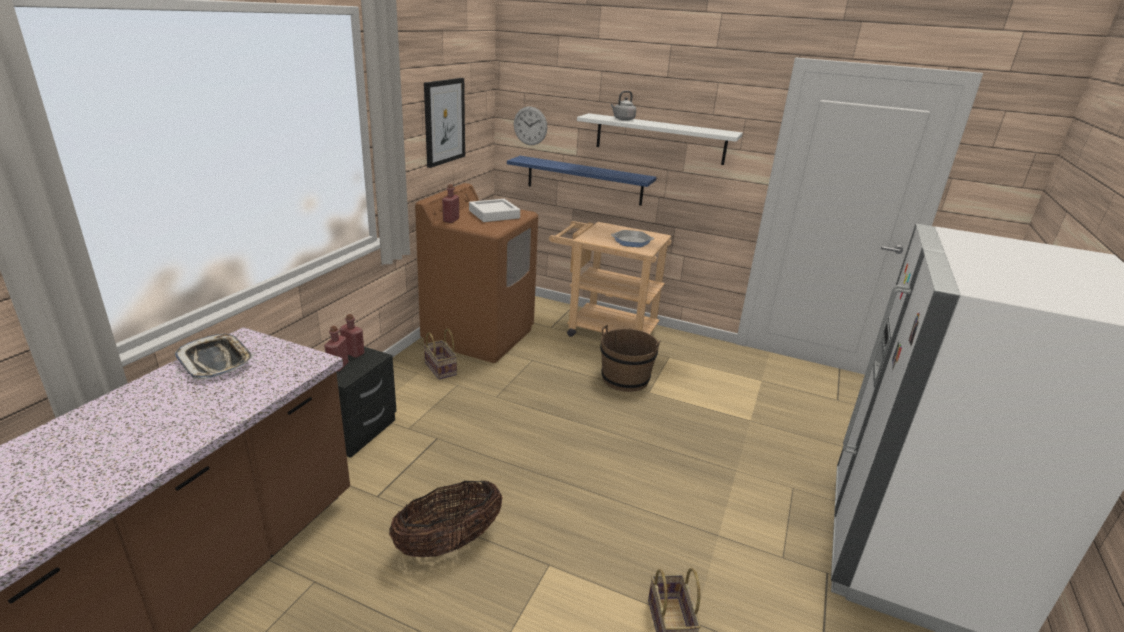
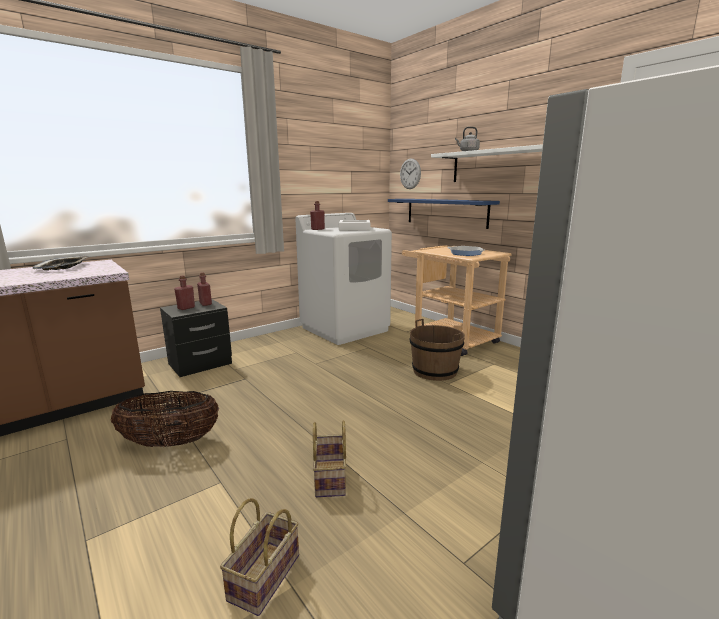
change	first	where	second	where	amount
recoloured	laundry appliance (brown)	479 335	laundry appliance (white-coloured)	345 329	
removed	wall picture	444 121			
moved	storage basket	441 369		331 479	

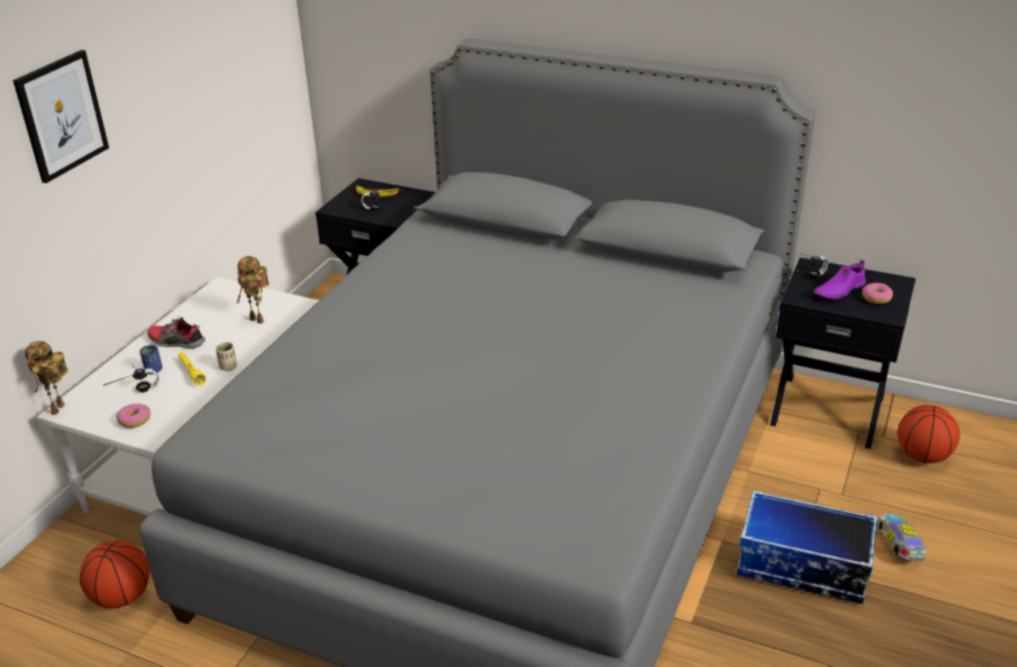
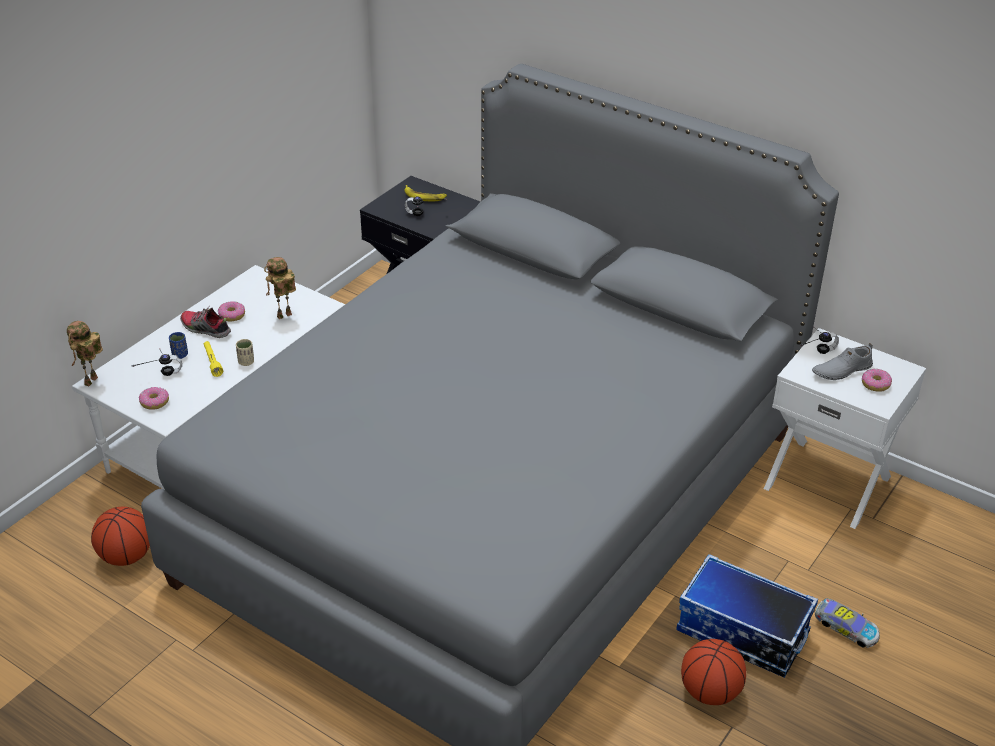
change	first	where	second	where	amount
removed	wall picture	61 115			
turned	model robot	259 320		284 317	105 degrees clockwise
recoloured	nightstand (black-coloured)	828 409	nightstand (white-coloured)	828 481	
recoloured	item of footwear (purple)	838 290	item of footwear (greyish)	841 370	
turned	toy car	900 546		844 629	120 degrees clockwise
moved	basketball	922 456		710 692	
added			donut	232 315	

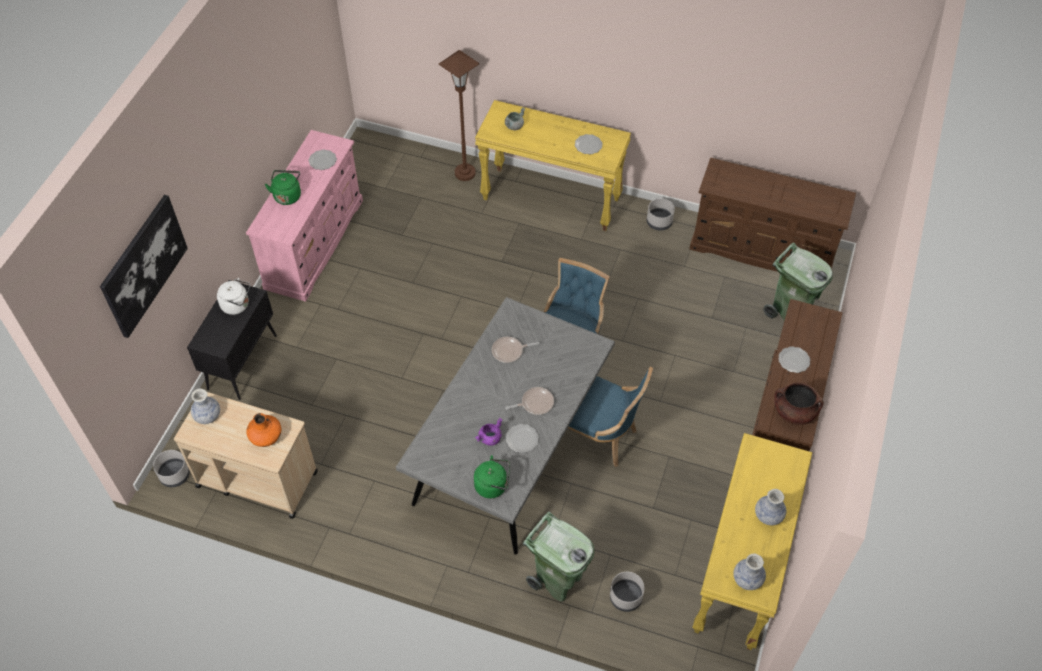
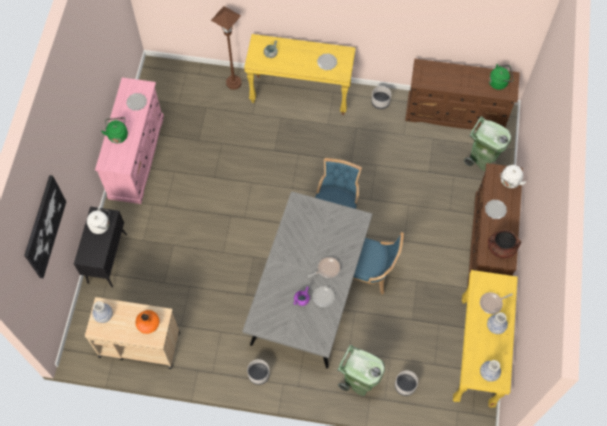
change	first	where	second	where	amount
moved	planter (greyish)	175 475		258 374	
moved	kettle (green-coloured)	493 486		499 82	
moved	pan	509 351		492 303	
added			kettle (white-coloured)	509 182	

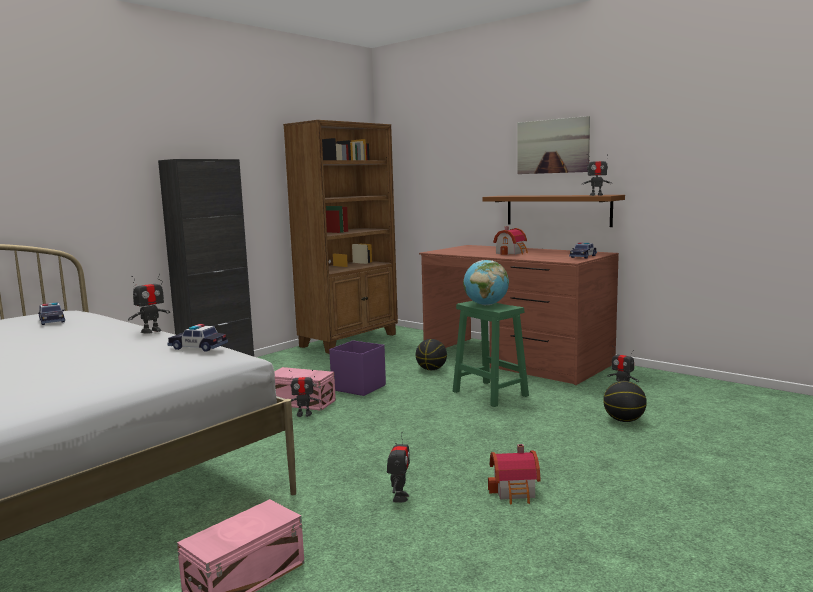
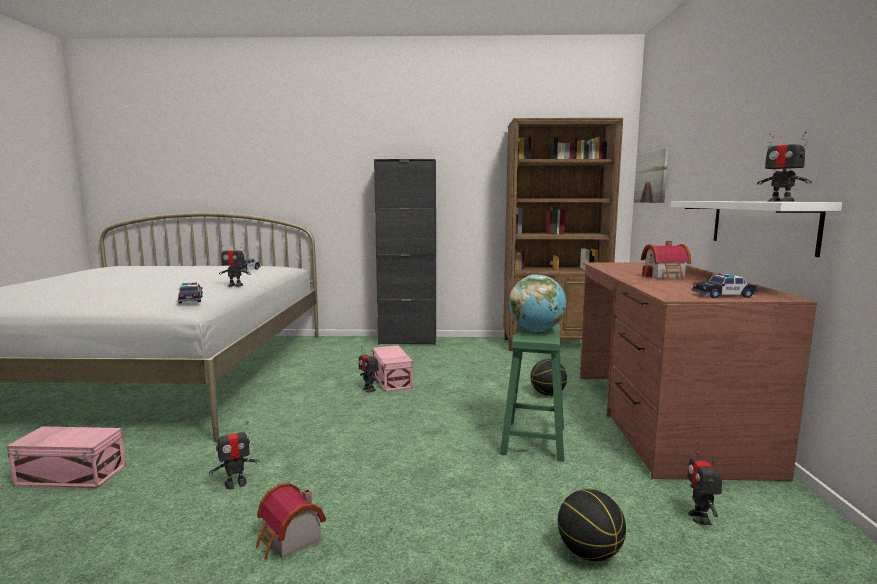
change	first	where	second	where	amount
removed	storage bin (purple)	358 387			
recoloured	wall shelf (brown)	557 210	wall shelf (white-coloured)	761 224	
moved	wall picture	552 146		651 177	

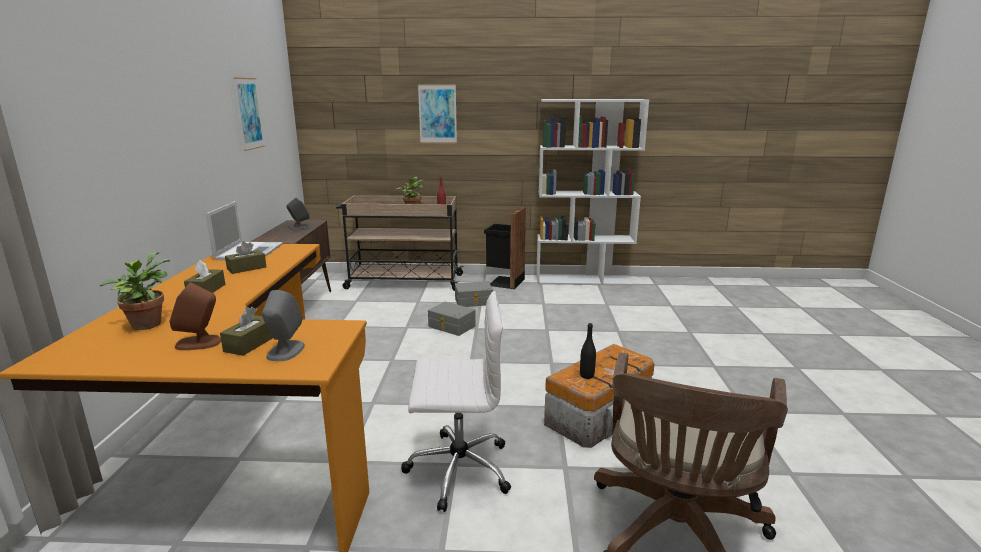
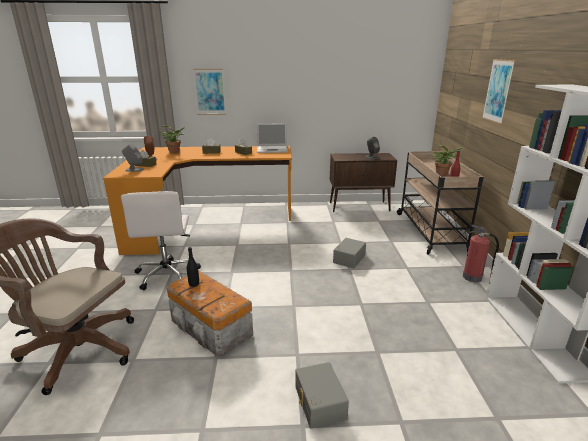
change	first	where	second	where	amount
moved	wall picture	249 113		210 92	
moved	storage bin (greyish)	474 302		318 402	
replaced	trash can (black-coloured)	504 282	fire-fighting cylinder	473 277	

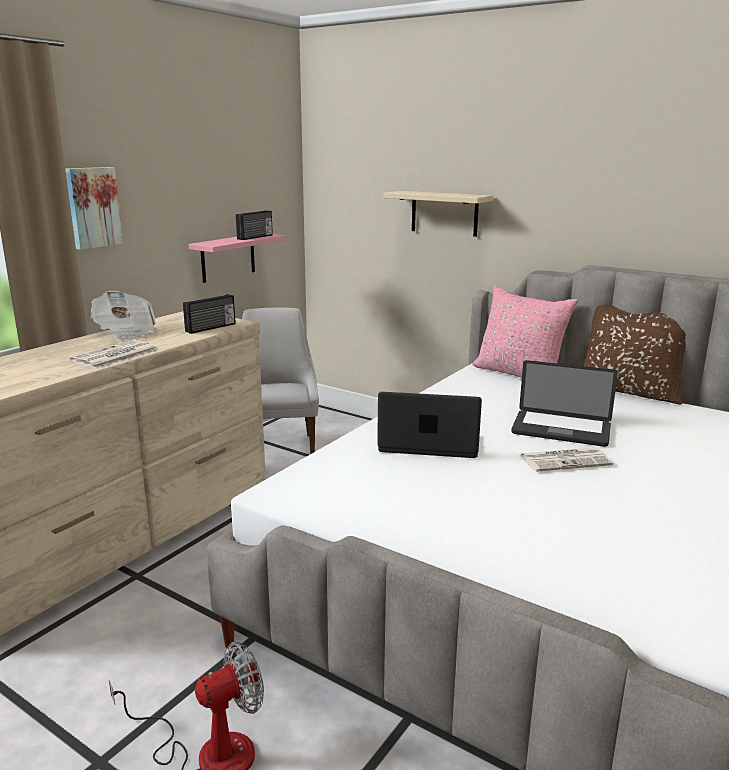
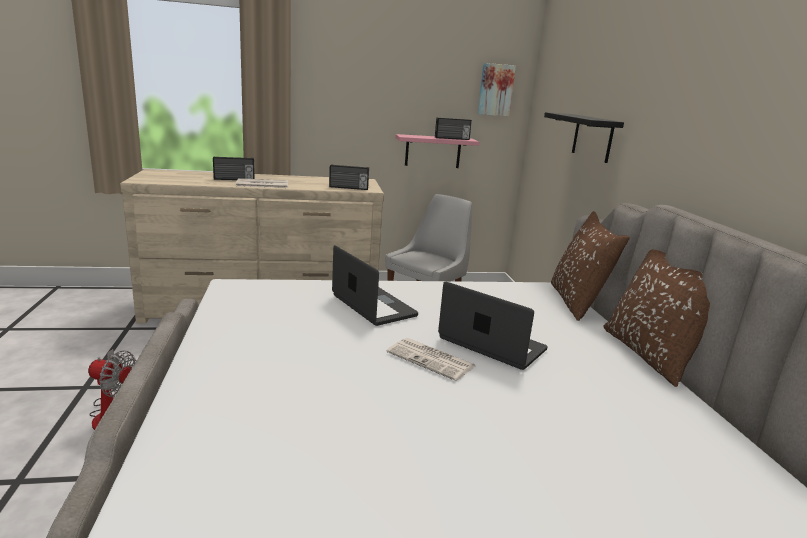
change	first	where	second	where	amount
moved	wall picture	93 207		495 90	
removed	newspaper	125 332			
recoloured	wall shelf (beige)	444 213	wall shelf (black-coloured)	592 137	
recoloured	pillow (pinkish)	519 374	pillow (brown)	577 302	
turned	laptop	561 430		491 344	150 degrees clockwise
added			radio receiver	234 179	

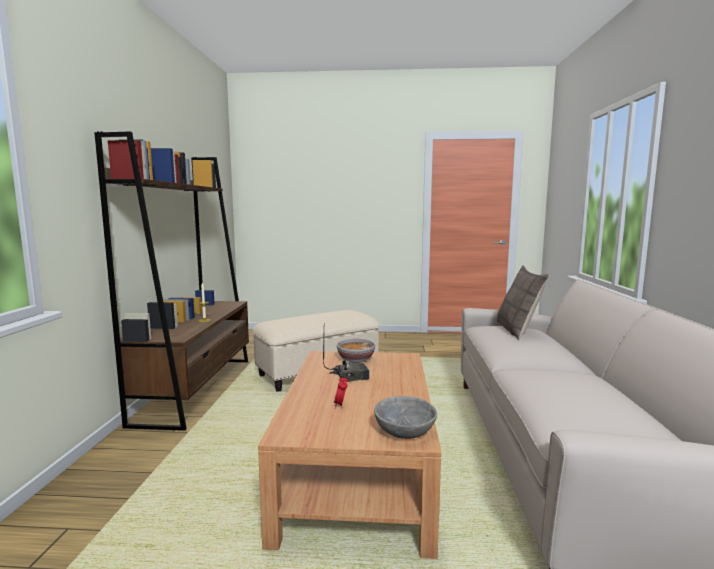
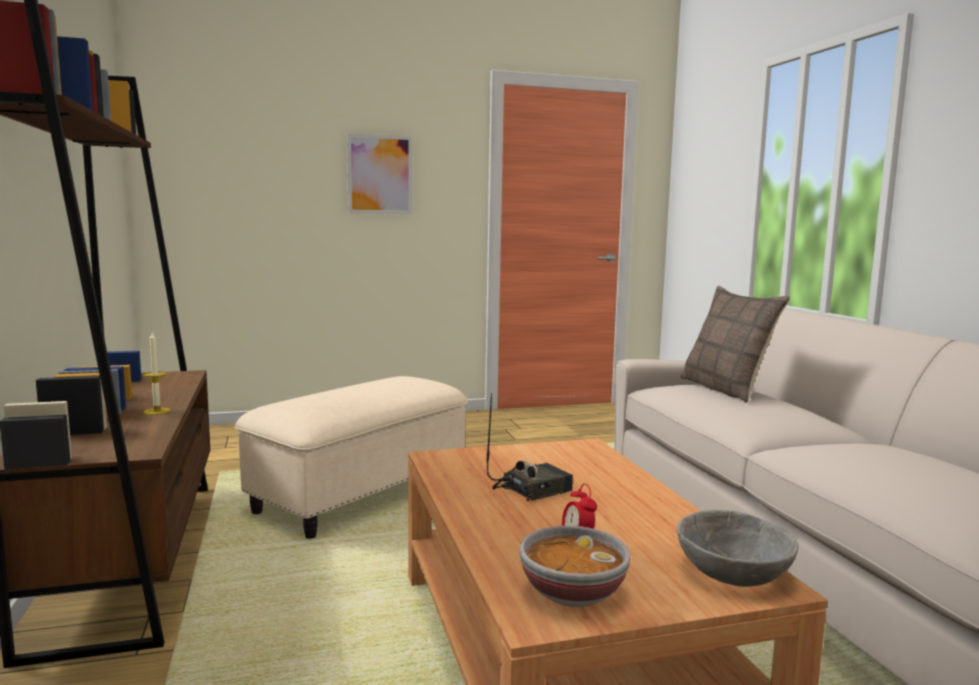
change	first	where	second	where	amount
moved	bowl	355 360		571 593	
added			wall picture	380 174	

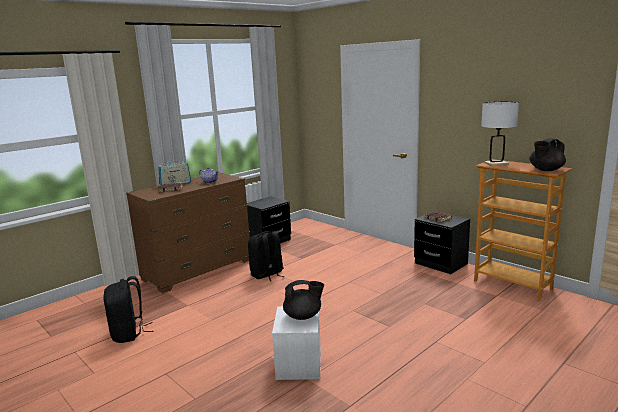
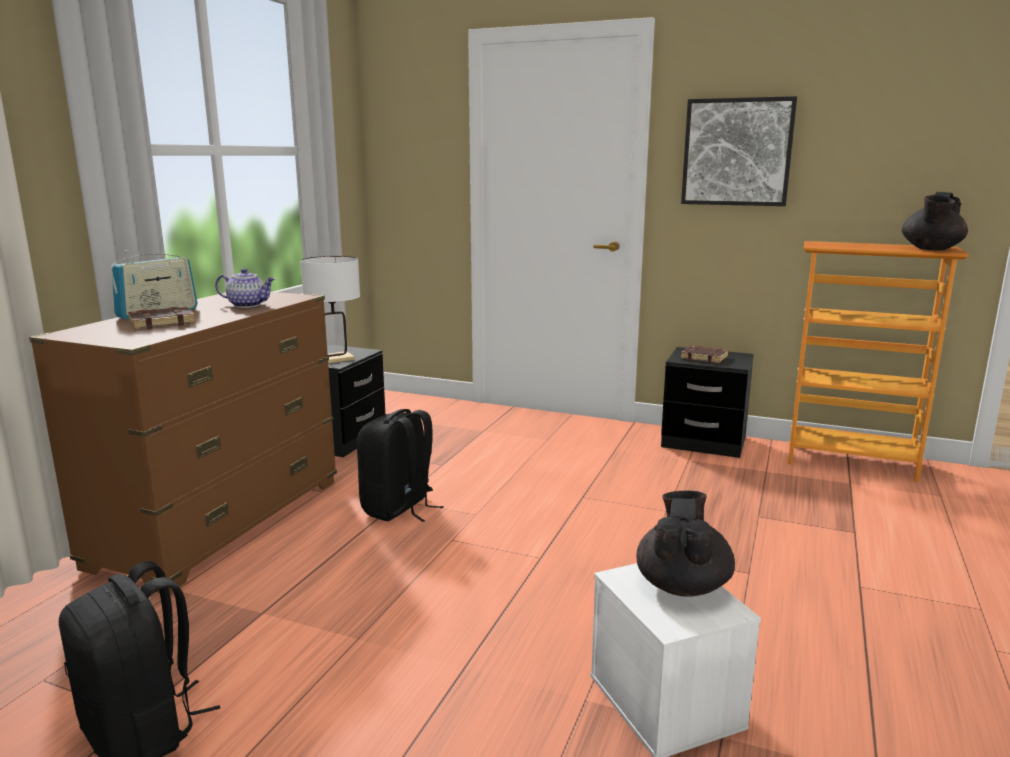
change	first	where	second	where	amount
turned	tea pot (black-coloured)	303 316		682 585	45 degrees counterclockwise
moved	lamp for a table (white-coloured)	496 164		335 359	
added			wall picture	737 152	

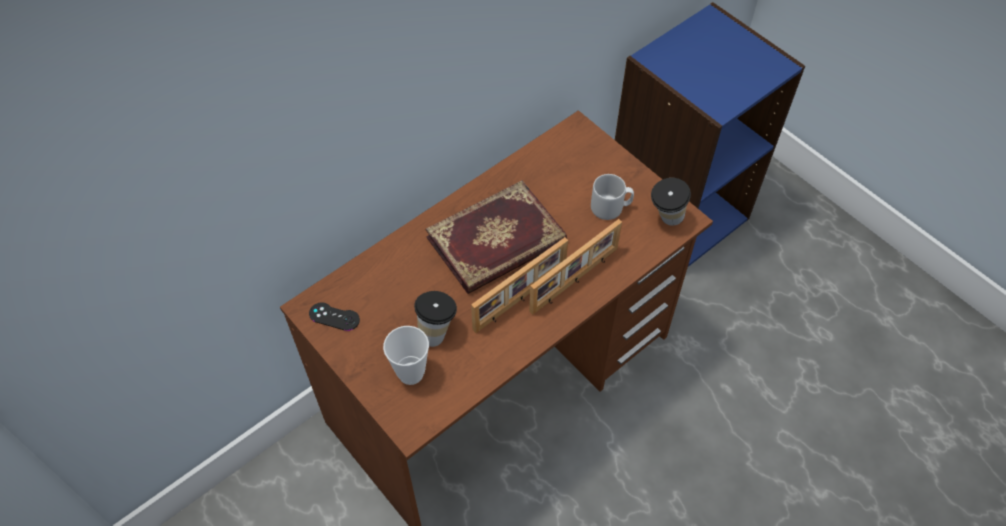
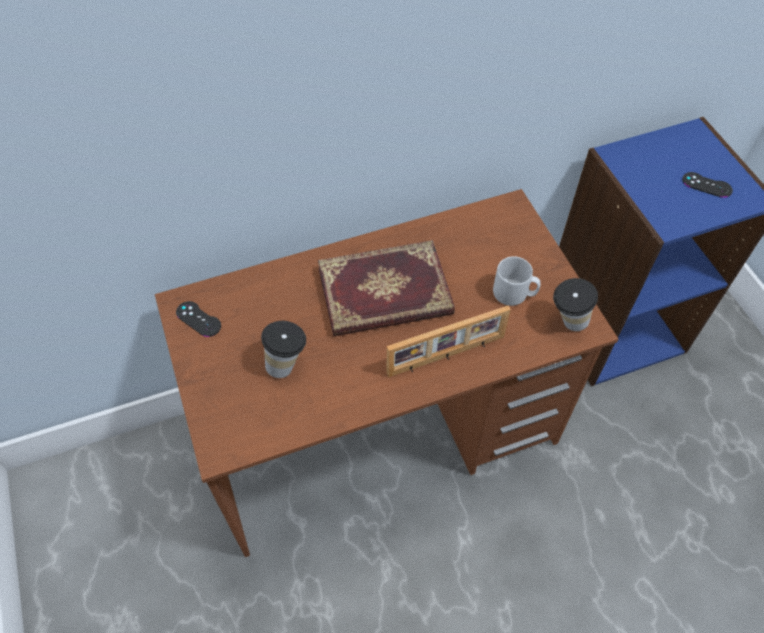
change	first	where	second	where	amount
removed	cup	411 373			
removed	standing frame	521 299			
added			joypad (black-coloured)	707 185	

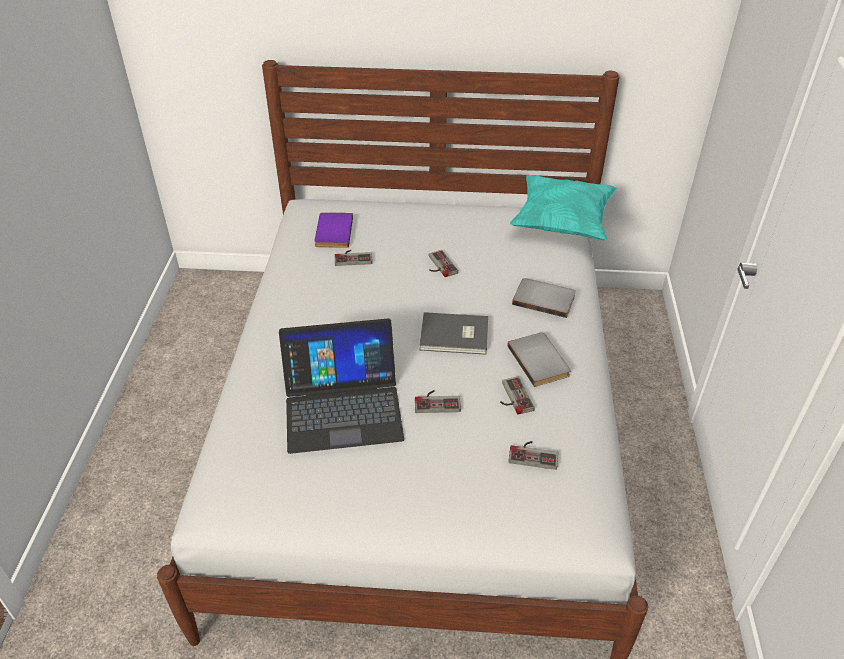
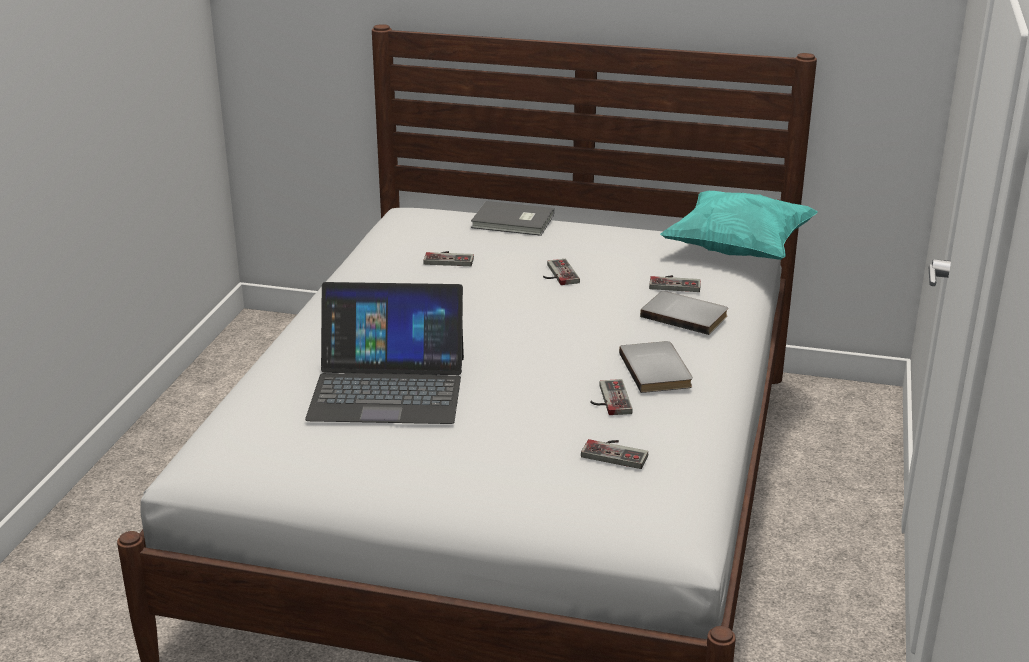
change	first	where	second	where	amount
removed	volume (purple)	332 232			
moved	joypad	437 401		675 283	
moved	volume (greyish)	455 336		513 222	

